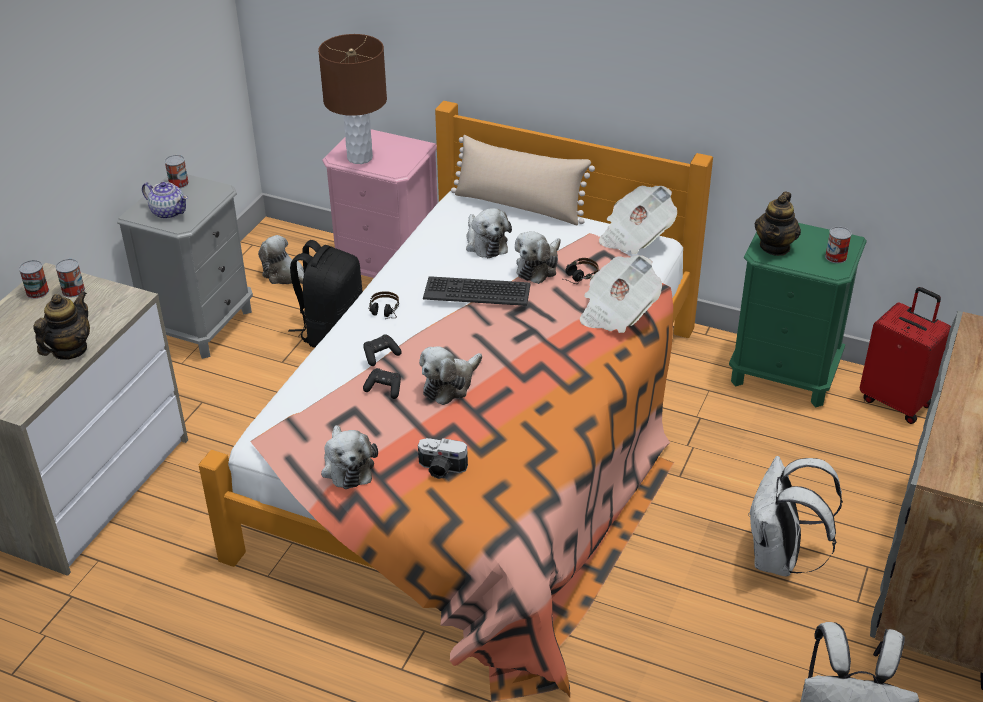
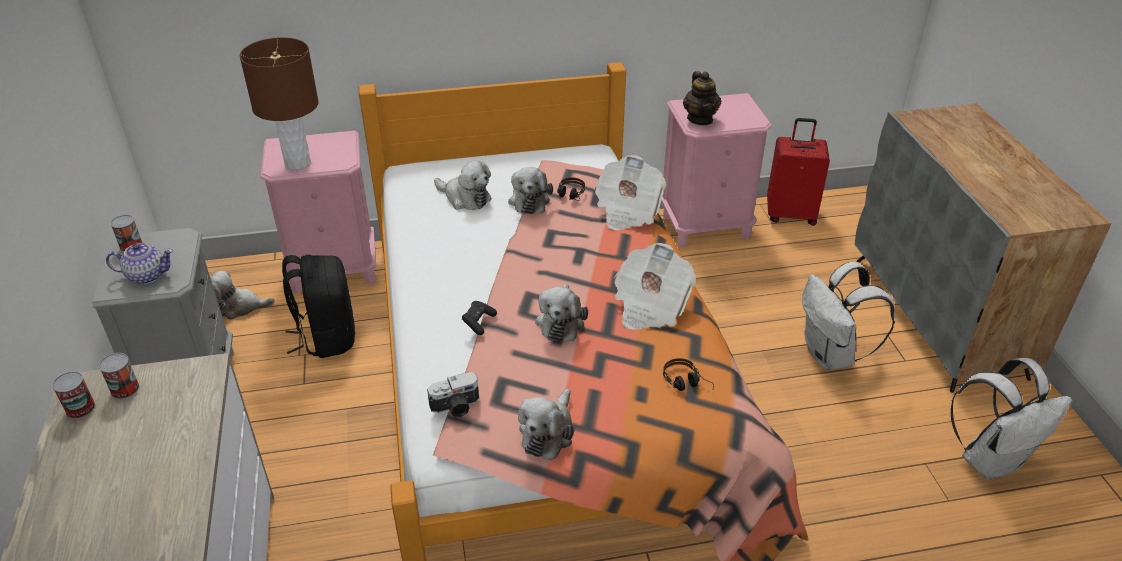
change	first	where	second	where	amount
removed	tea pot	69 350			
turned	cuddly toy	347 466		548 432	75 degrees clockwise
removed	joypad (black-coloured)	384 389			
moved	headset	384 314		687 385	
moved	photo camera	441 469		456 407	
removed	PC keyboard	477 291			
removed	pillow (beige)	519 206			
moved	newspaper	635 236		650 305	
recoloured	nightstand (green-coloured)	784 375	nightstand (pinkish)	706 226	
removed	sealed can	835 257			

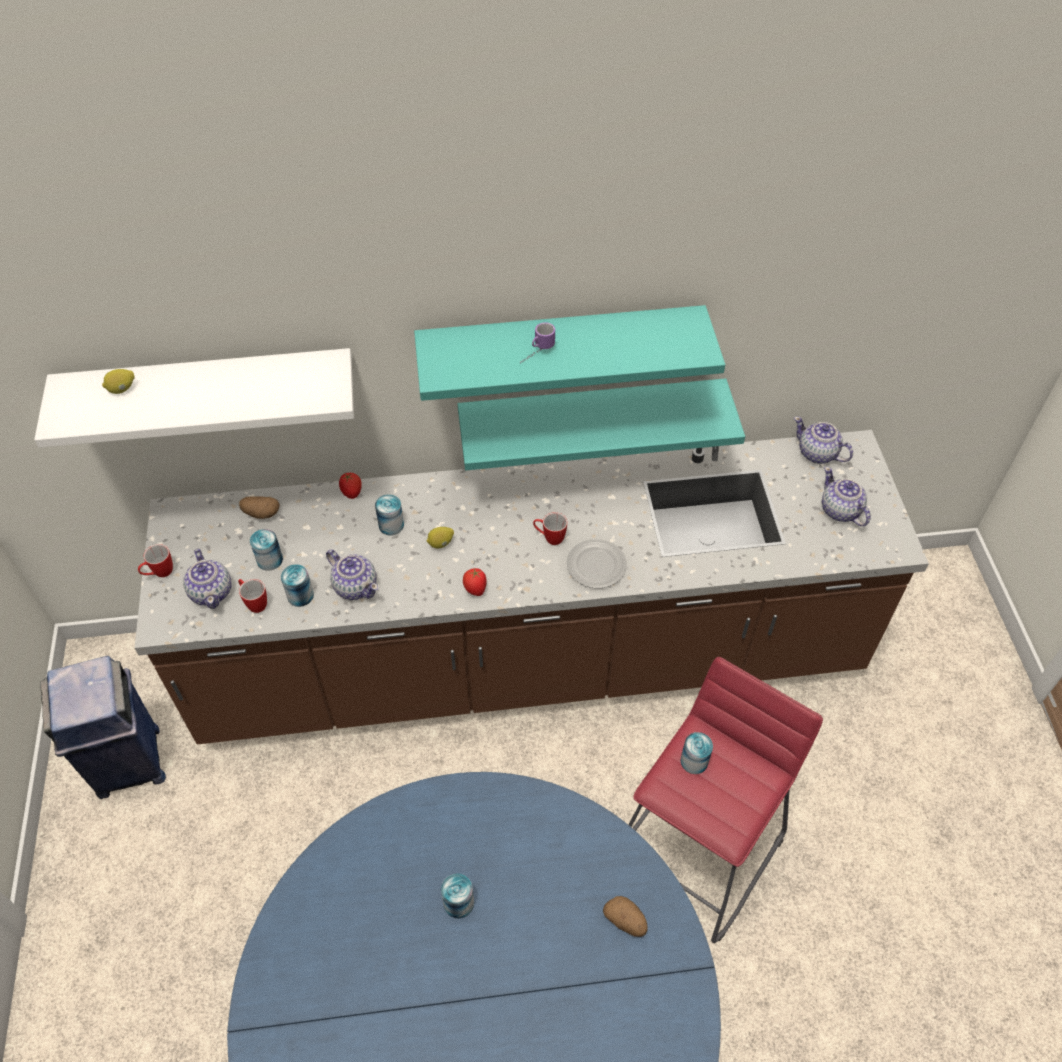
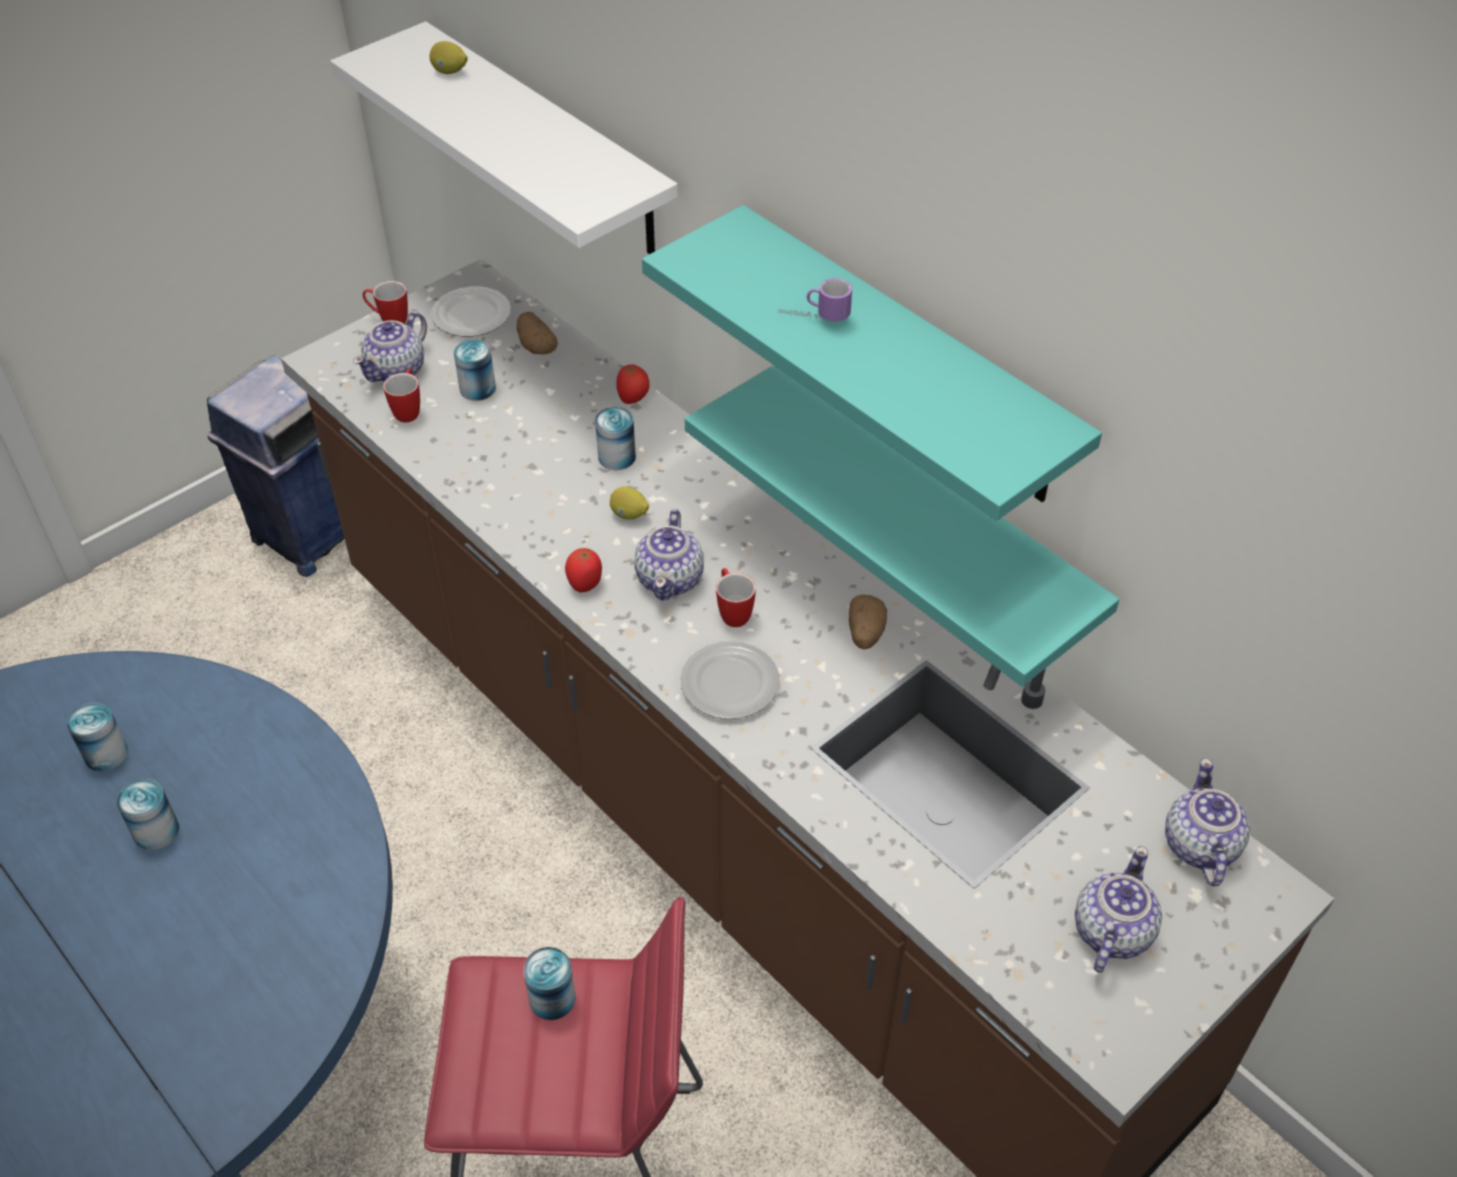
change	first	where	second	where	amount
moved	sealed can	300 595		106 754	
moved	tea pot	355 586		671 578	
moved	potato	625 921		865 633	
added			dinner plate	471 315	

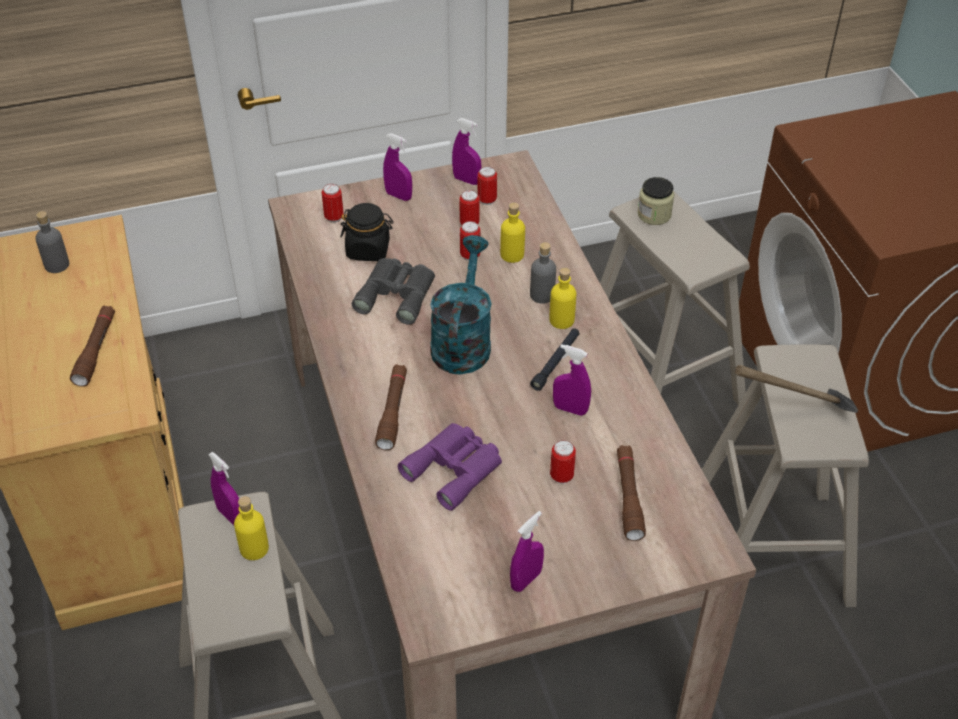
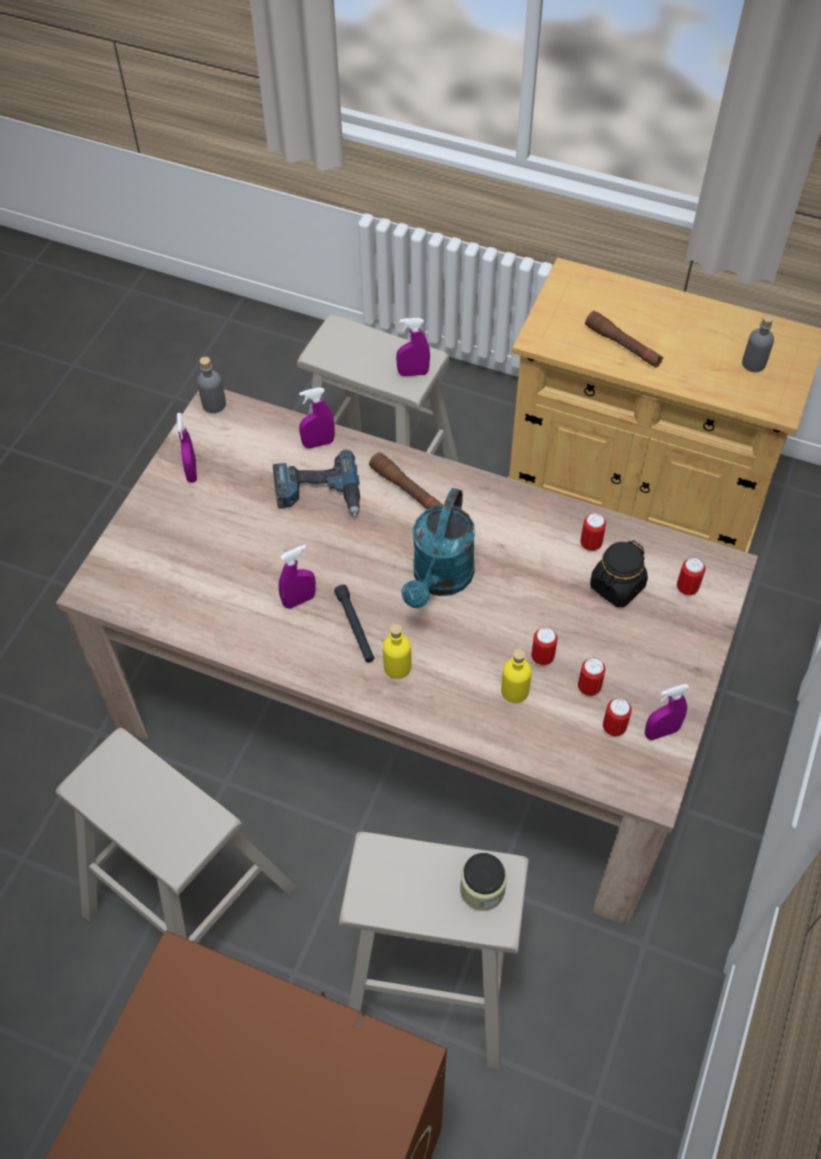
change	first	where	second	where	amount
removed	beverage bottle (yellow)	254 548			
removed	binoculars (greyish)	397 293			
moved	sprayer (purple)	398 196		318 443	
replaced	binoculars (purple)	455 468	power drill	318 493	
turned	watering can (turquoise)	462 341		440 580	60 degrees clockwise
moved	beverage bottle (greyish)	542 295		214 404	
moved	sealed can	561 476		590 544	
removed	torch (brown)	628 497			
removed	tool hammer	792 417			

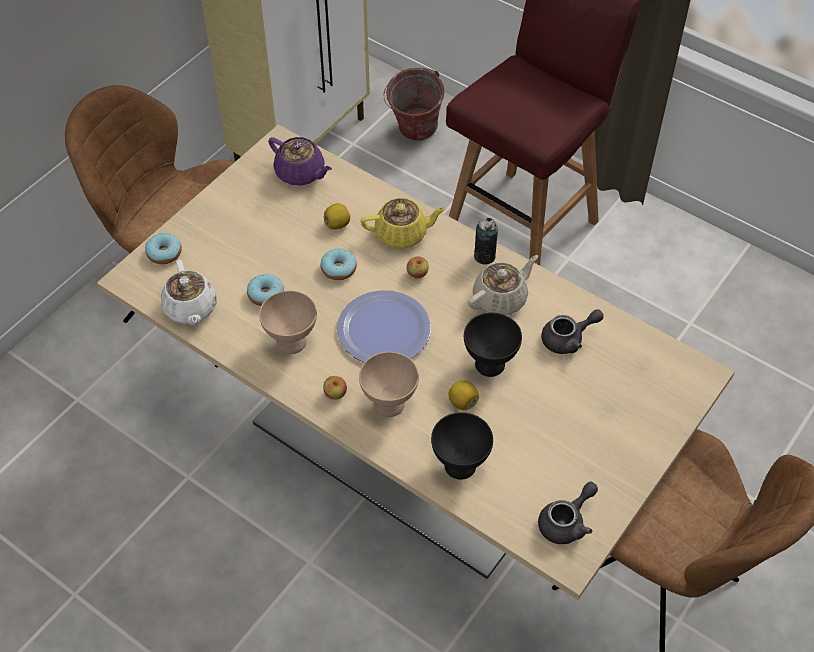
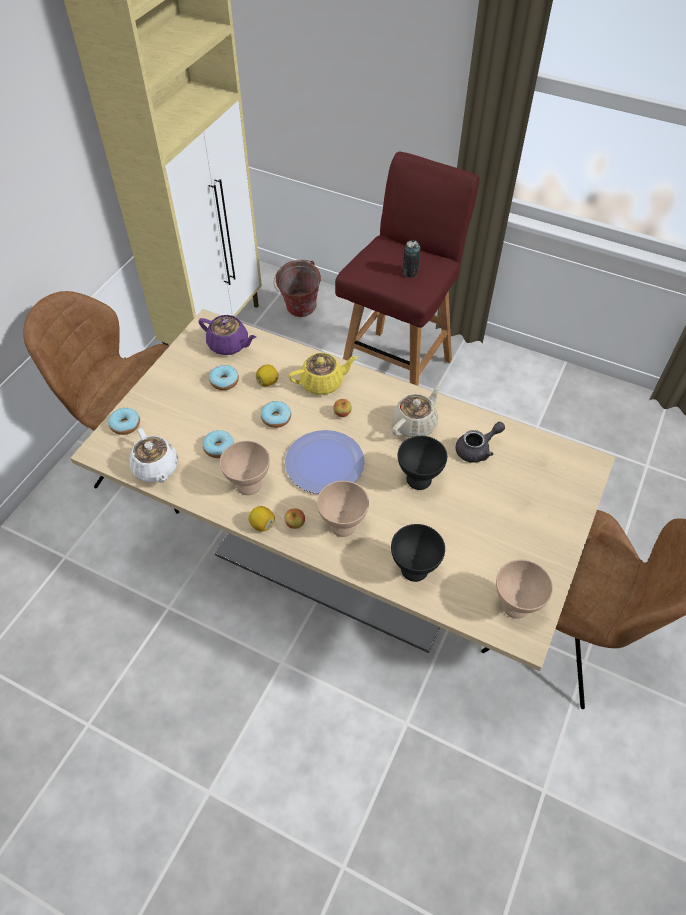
change	first	where	second	where	amount
moved	whole lemon	462 402		262 524	
moved	sealed can	484 256		410 273	
replaced	tea pot (greyish)	566 522	bowl (beige)	515 604	
added			donut	224 381	

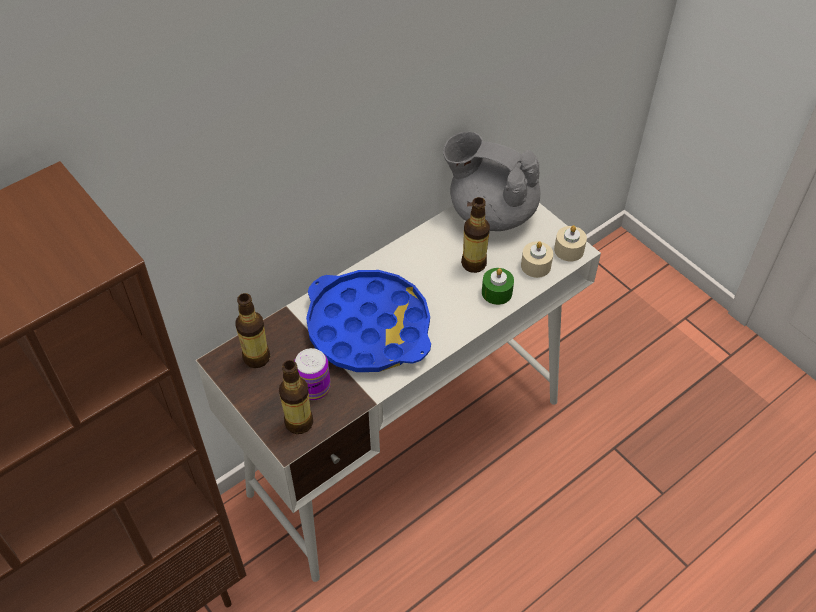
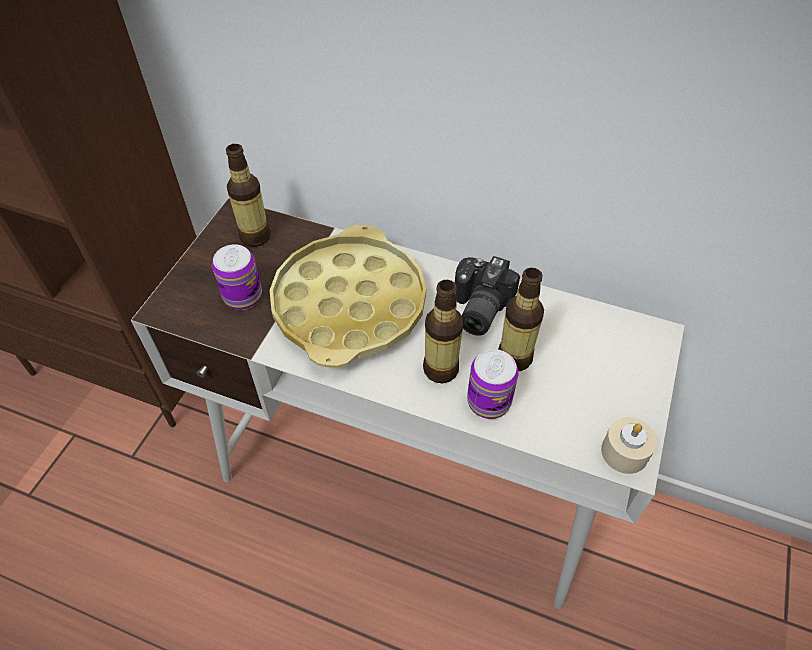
change	first	where	second	where	amount
moved	beverage bottle	299 422		440 369	
recoloured	serving tray (bluish)	368 328	serving tray (yellow)	349 304	
removed	tea pot (greyish)	491 211			
replaced	wax candle (green-coloured)	497 292	sealed can	488 401	
removed	wax candle (beige)	535 266			
added			photo camera	476 308	

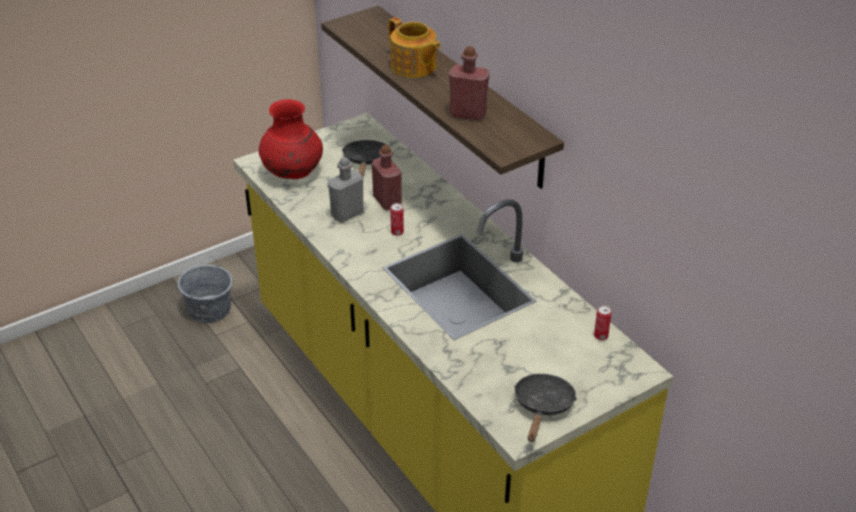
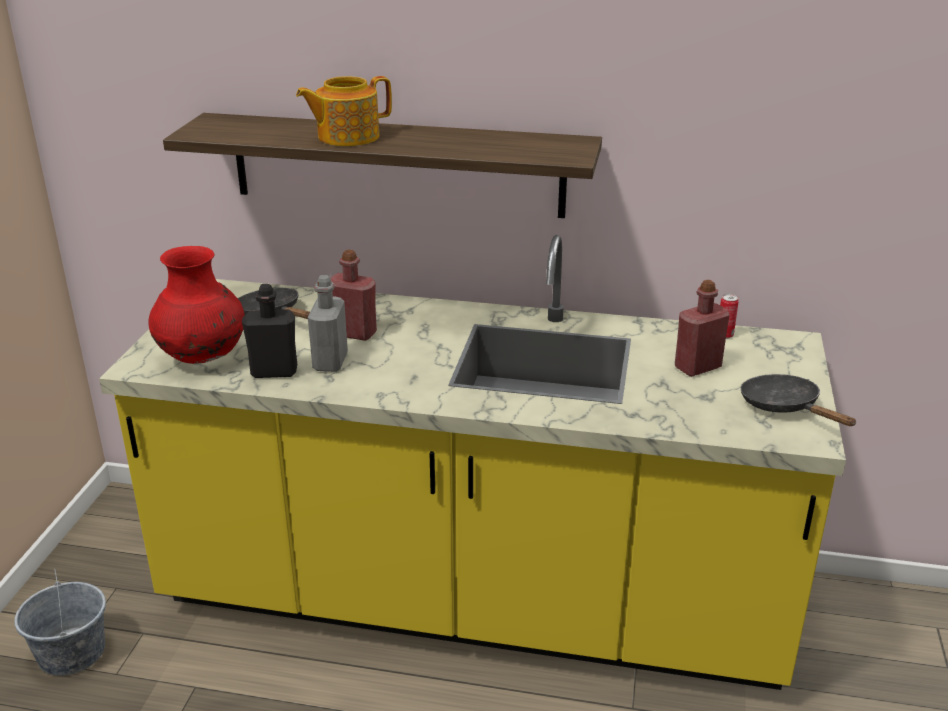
change	first	where	second	where	amount
turned	tea pot	414 67		346 137	150 degrees clockwise
removed	sealed can	397 232			
moved	beverage bottle (red-coloured)	468 114		697 367	
added			beverage bottle (black-coloured)	274 371	

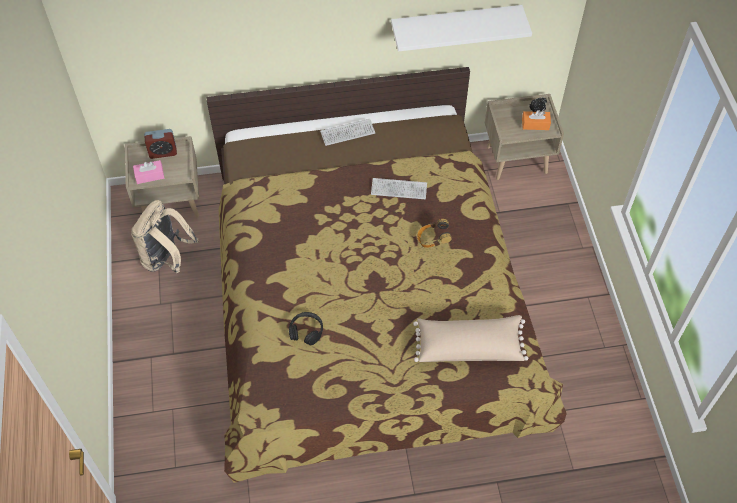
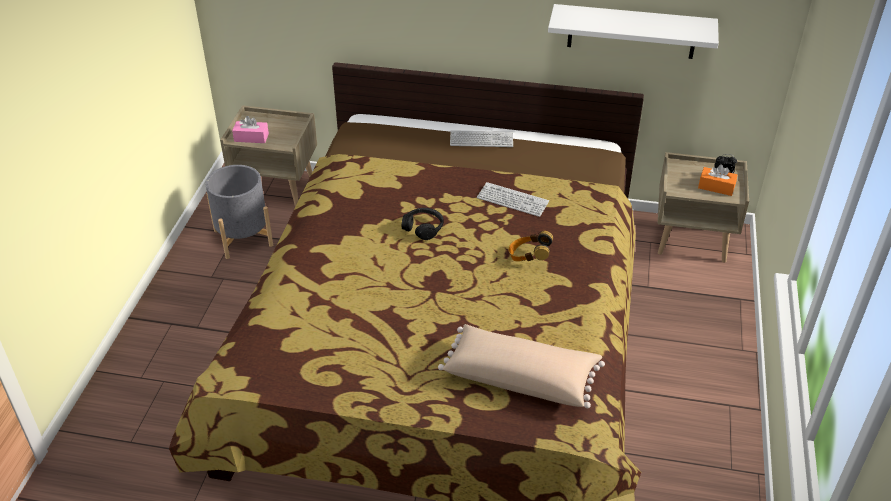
change	first	where	second	where	amount
replaced	rucksack (beige)	167 259	planter (greyish)	243 238	
removed	bedside clock	163 152			
moved	headset (black-coloured)	306 331		423 228	

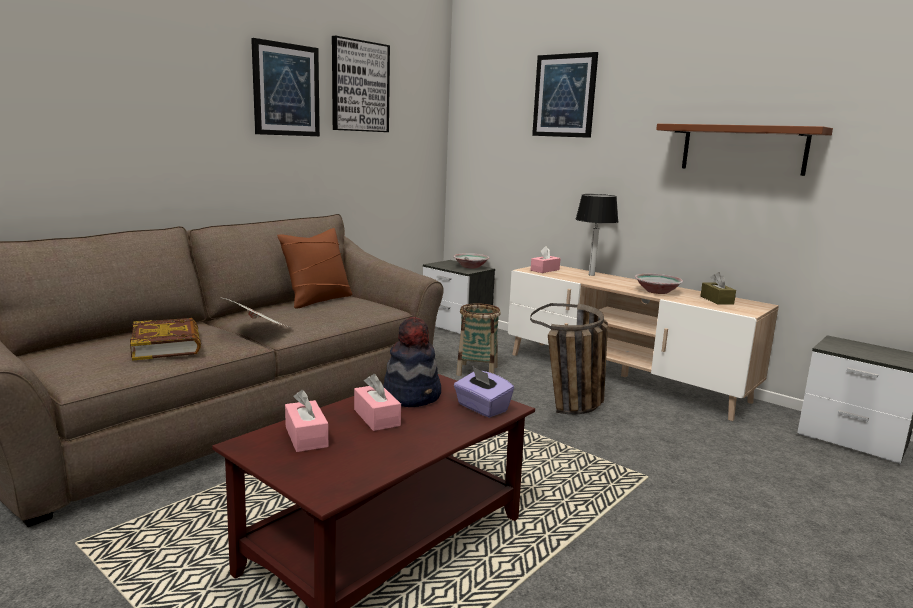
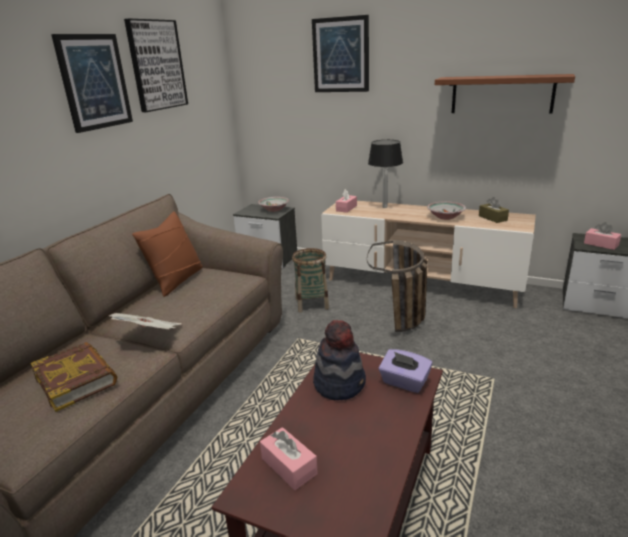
change	first	where	second	where	amount
moved	tissue box (pinkish)	376 417		601 244	

